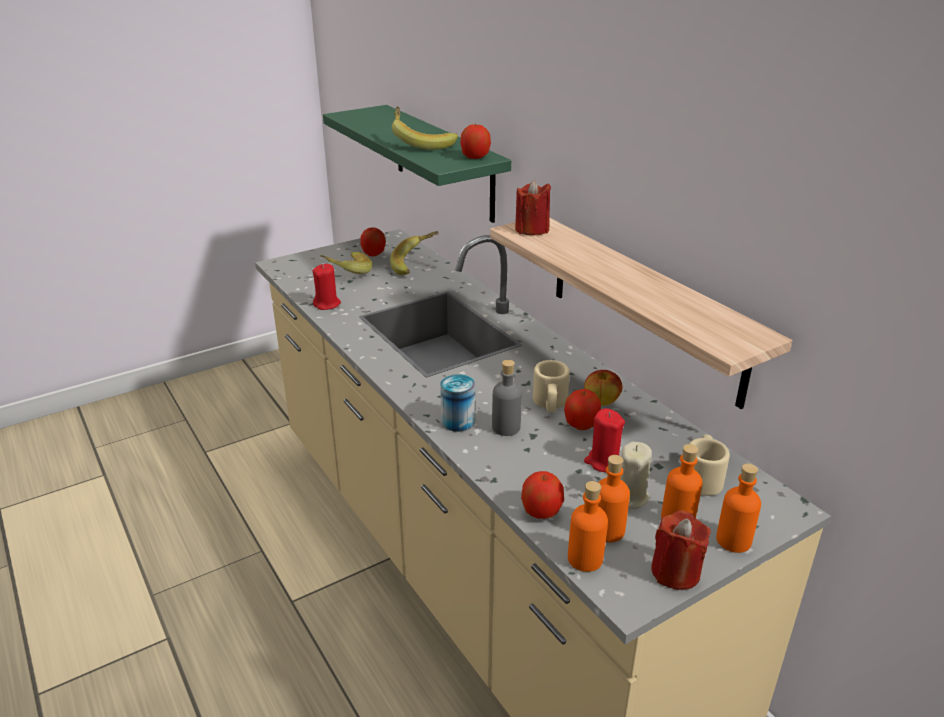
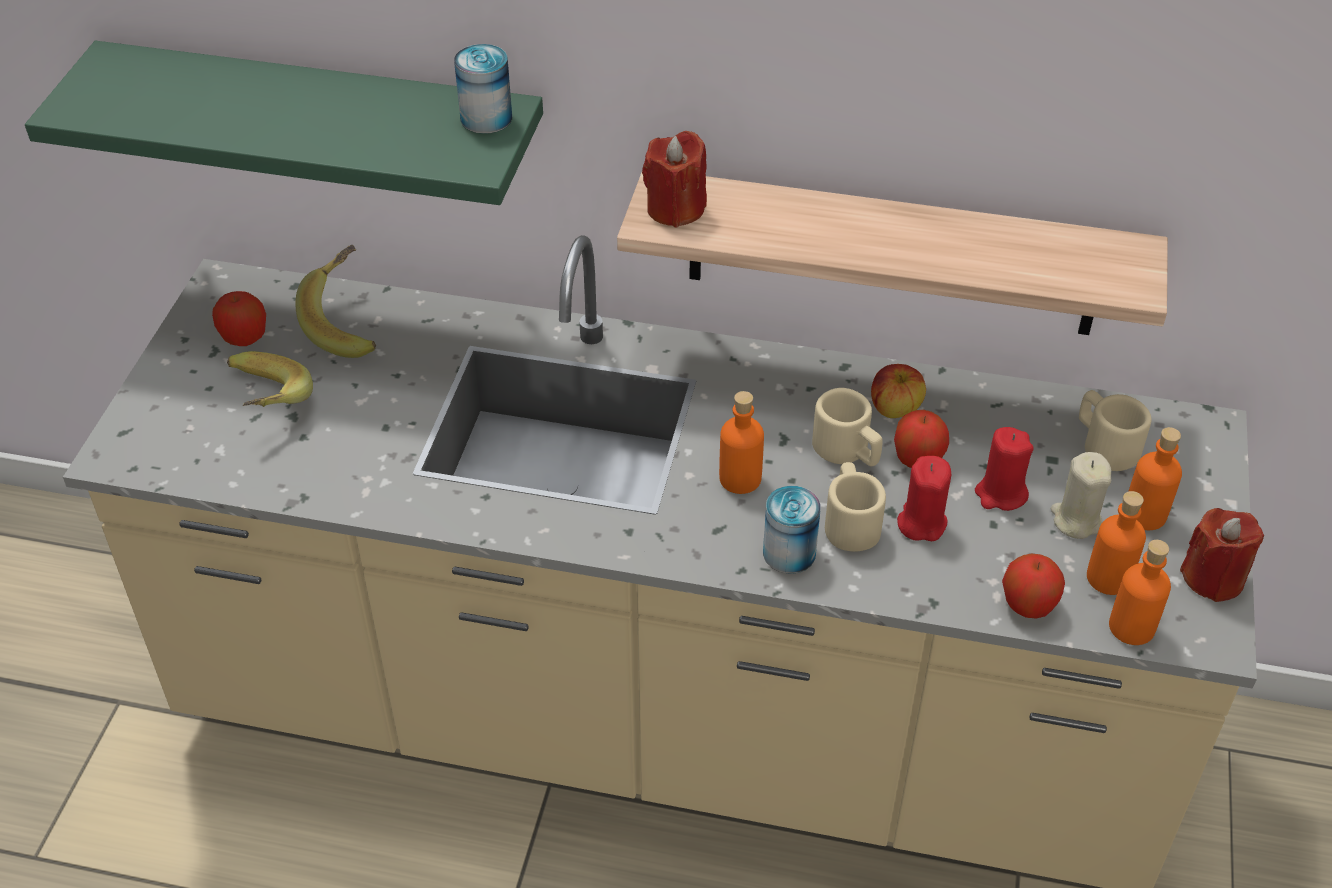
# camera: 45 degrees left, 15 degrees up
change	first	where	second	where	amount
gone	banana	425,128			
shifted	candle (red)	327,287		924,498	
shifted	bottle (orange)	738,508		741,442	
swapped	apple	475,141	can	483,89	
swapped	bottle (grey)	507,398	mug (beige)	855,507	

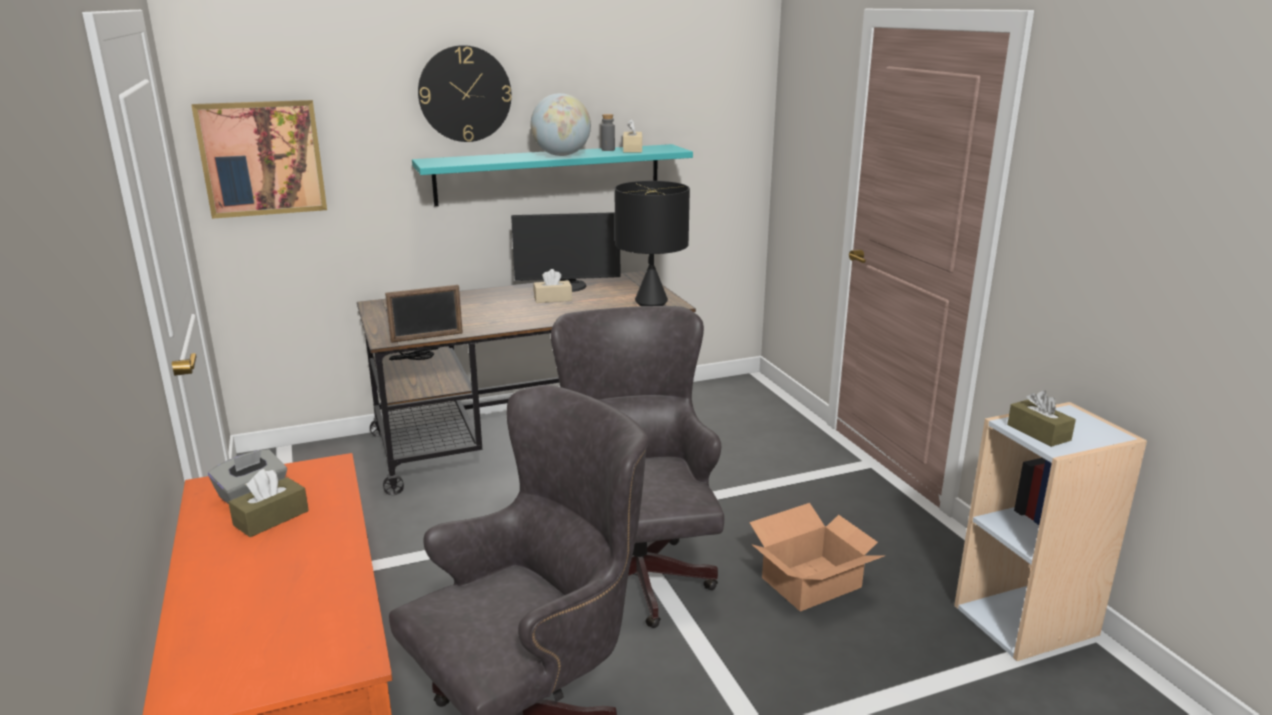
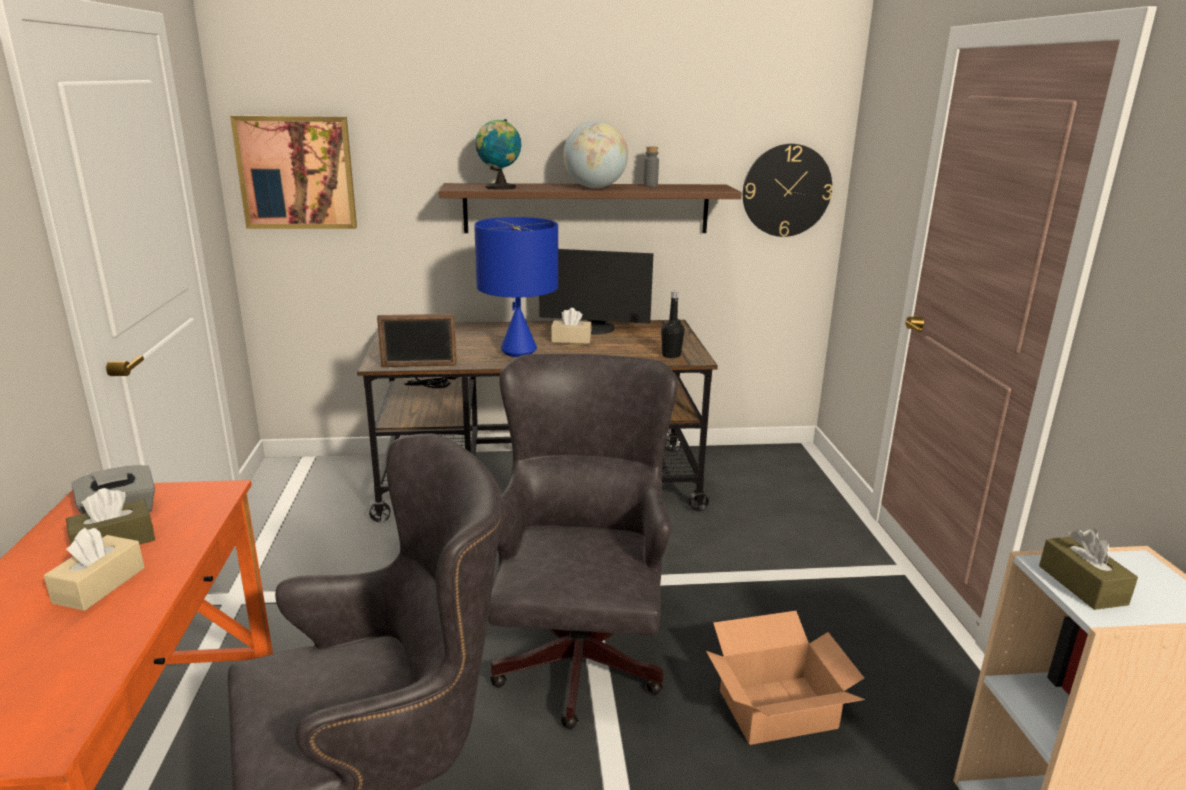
# camera: 15 degrees right, 0 degrees up
change	first	where	second	where	amount
new			table lamp (blue)	516,287	
new			globe	498,154	
shifted	wall clock	465,93		787,190	
shifted	tissue box (beige)	632,135		94,569	
swapped	table lamp (black)	652,243	bottle (black)	672,324	
repainted	shelf (turquoise)	552,175	shelf (brown)	590,208	

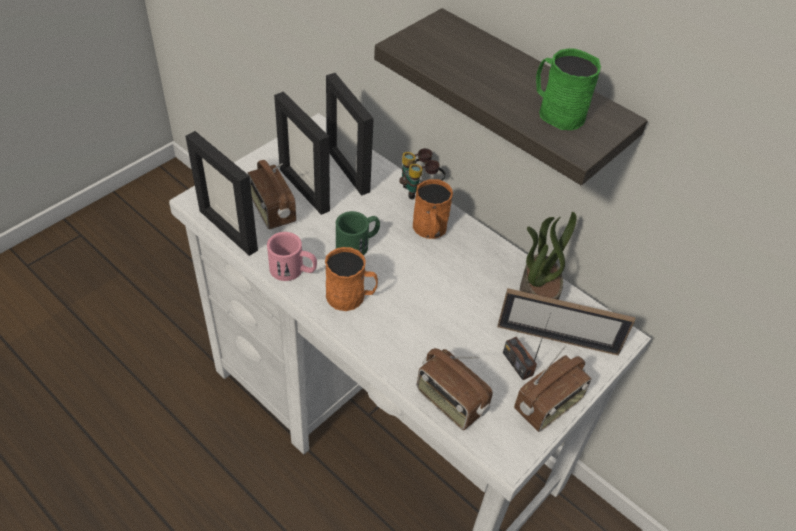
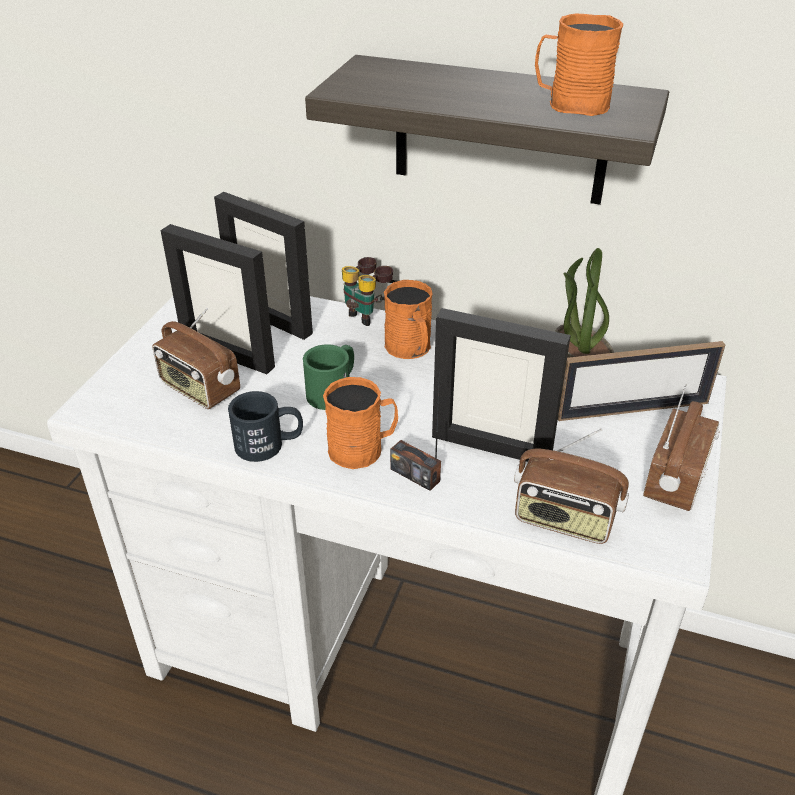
# camera: 20 degrees left, 10 degrees down
change	first	where	second	where	amount
shifted	picture frame	222,193		501,385	
shifted	radio	526,349		415,438	
repainted	mug (pink)	292,256	mug (black)	265,426	
repainted	mug (green)	568,89	mug (orange)	579,65	

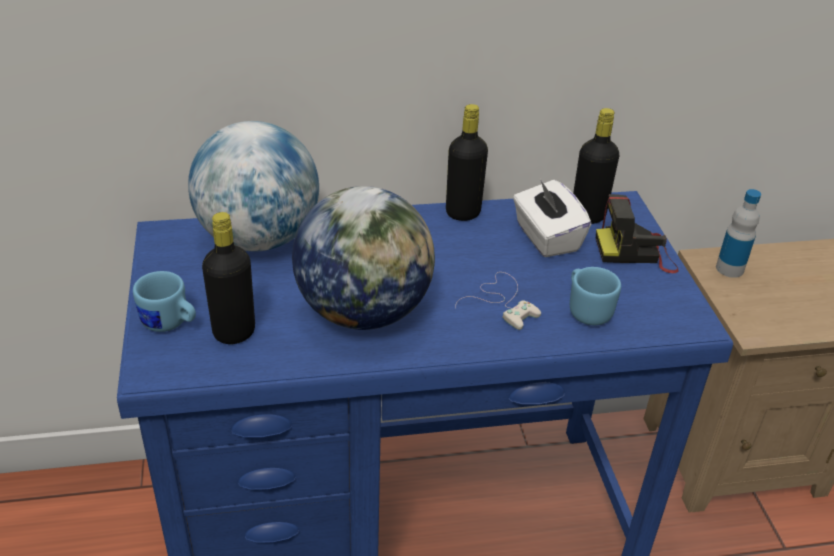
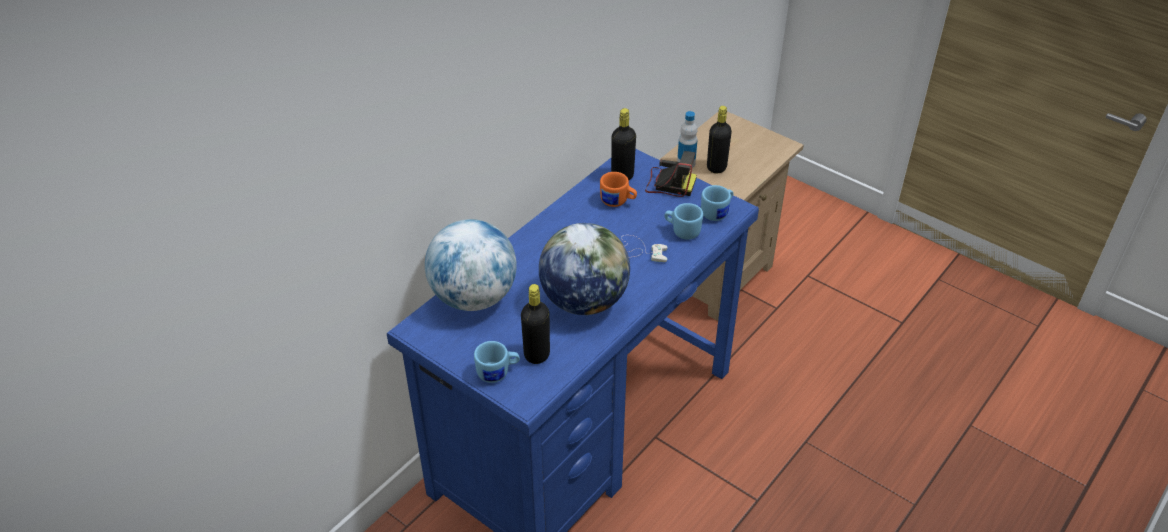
# camera: 40 degrees left, 5 degrees up
change	first	where	second	where	amount
new			mug (blue)	717,203	
shifted	bottle (black)	467,162		719,139	
swapped	tissue box (white)	552,218	mug (orange)	618,189	
rotated	photo camera	637,233		671,174	120 degrees counterclockwise

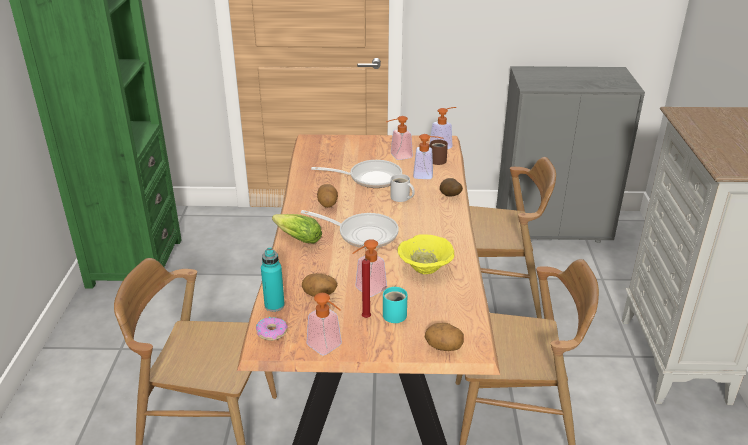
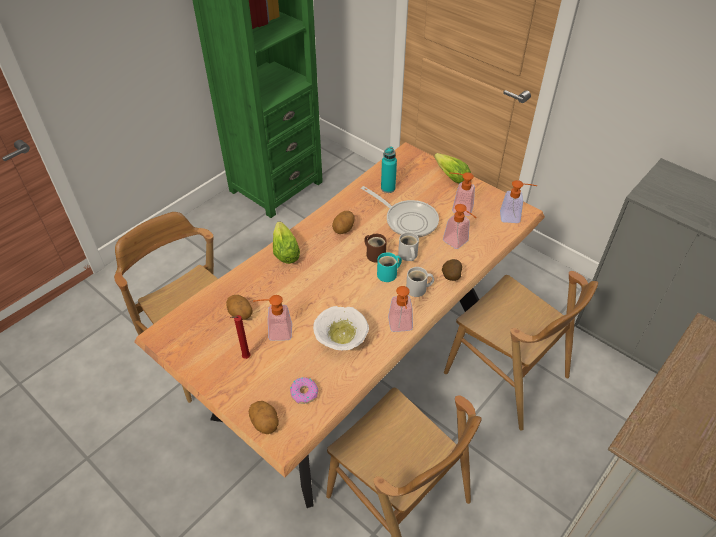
# camera: 40 degrees right, 15 degrees up
change	first	where	second	where	amount
gone	frying pan	350,229			
new			mug (white)	420,282	
new			lettuce	452,168	
shifted	donut	272,329		304,390	
shifted	bottle (turquoise)	273,280		389,169	
shifted	soap dispenser	324,324		400,309	
shifted	mug (turquoise)	395,305		389,267	
shifted	mug (brown)	438,152		375,248	
repainted	bowl (yellow)	426,254	bowl (white)	341,328	

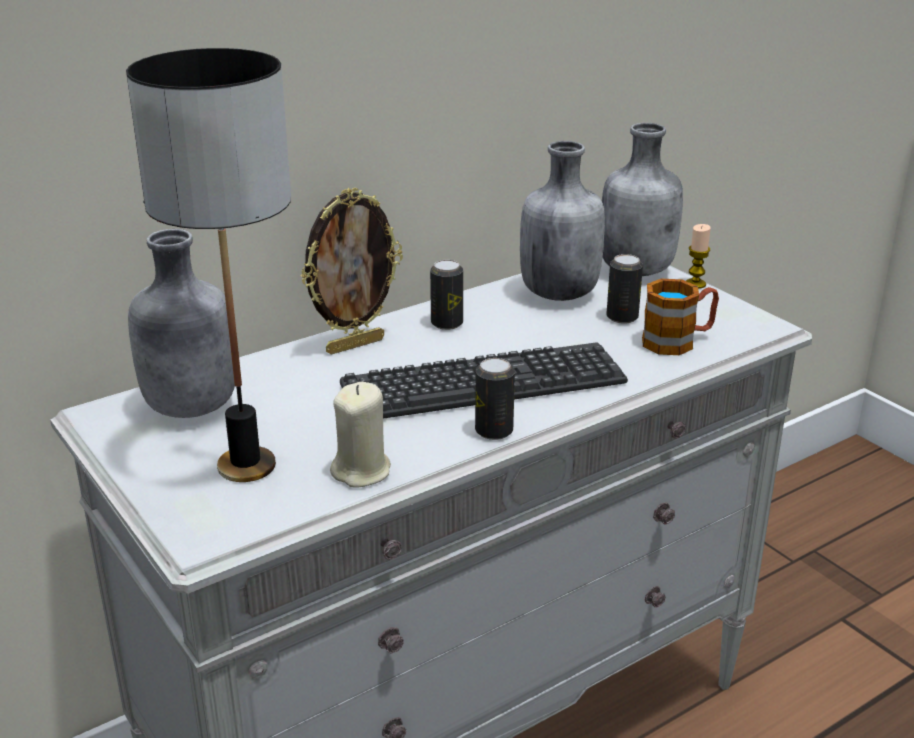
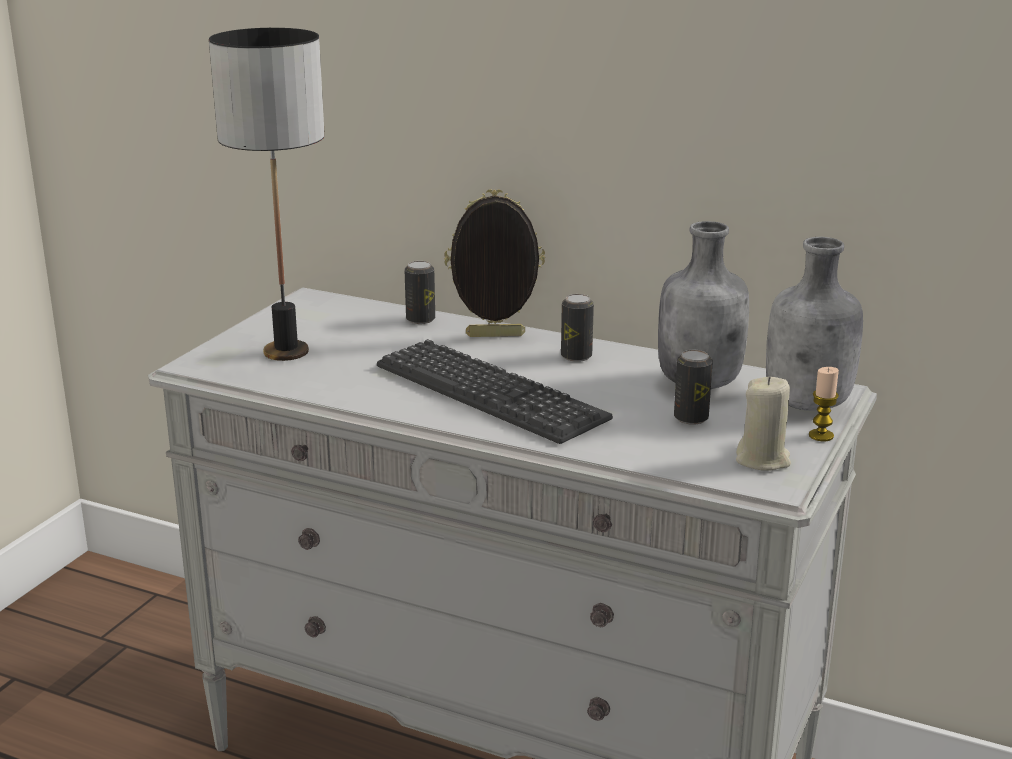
# camera: 60 degrees right, 5 degrees down
change	first	where	second	where	amount
gone	bottle (grey)	181,323			
gone	mug	680,317			
shifted	candle (beige)	360,435		763,423	
shifted	can	495,399		419,292	
rotated	picture frame	352,271		494,263	150 degrees clockwise

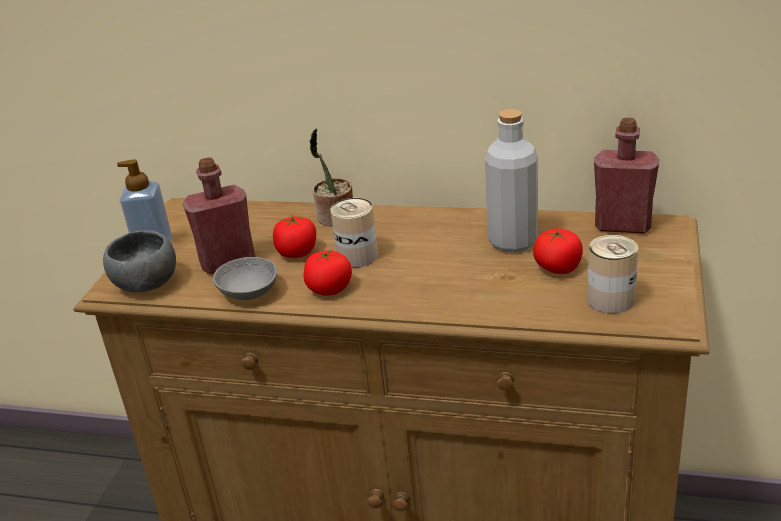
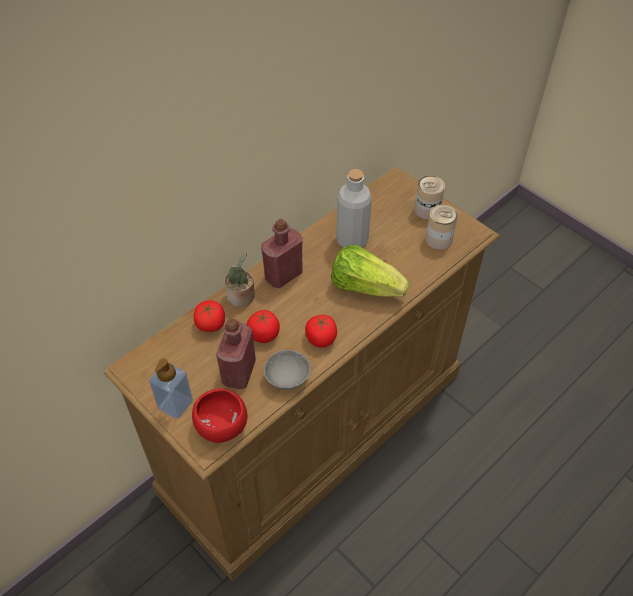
# camera: 60 degrees left, 20 degrees up
change	first	where	second	where	amount
new			lettuce	370,271	
shifted	can	354,232		429,197	
shifted	tomato	558,251		209,316	
shifted	bottle (red)	626,176		282,253	
repainted	bowl (grey)	139,261	bowl (red)	219,416	

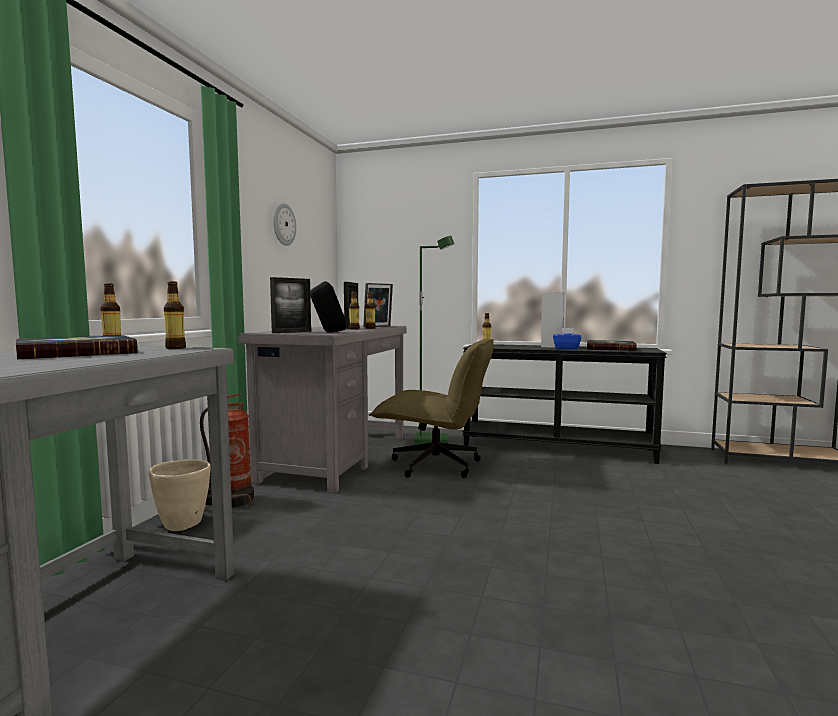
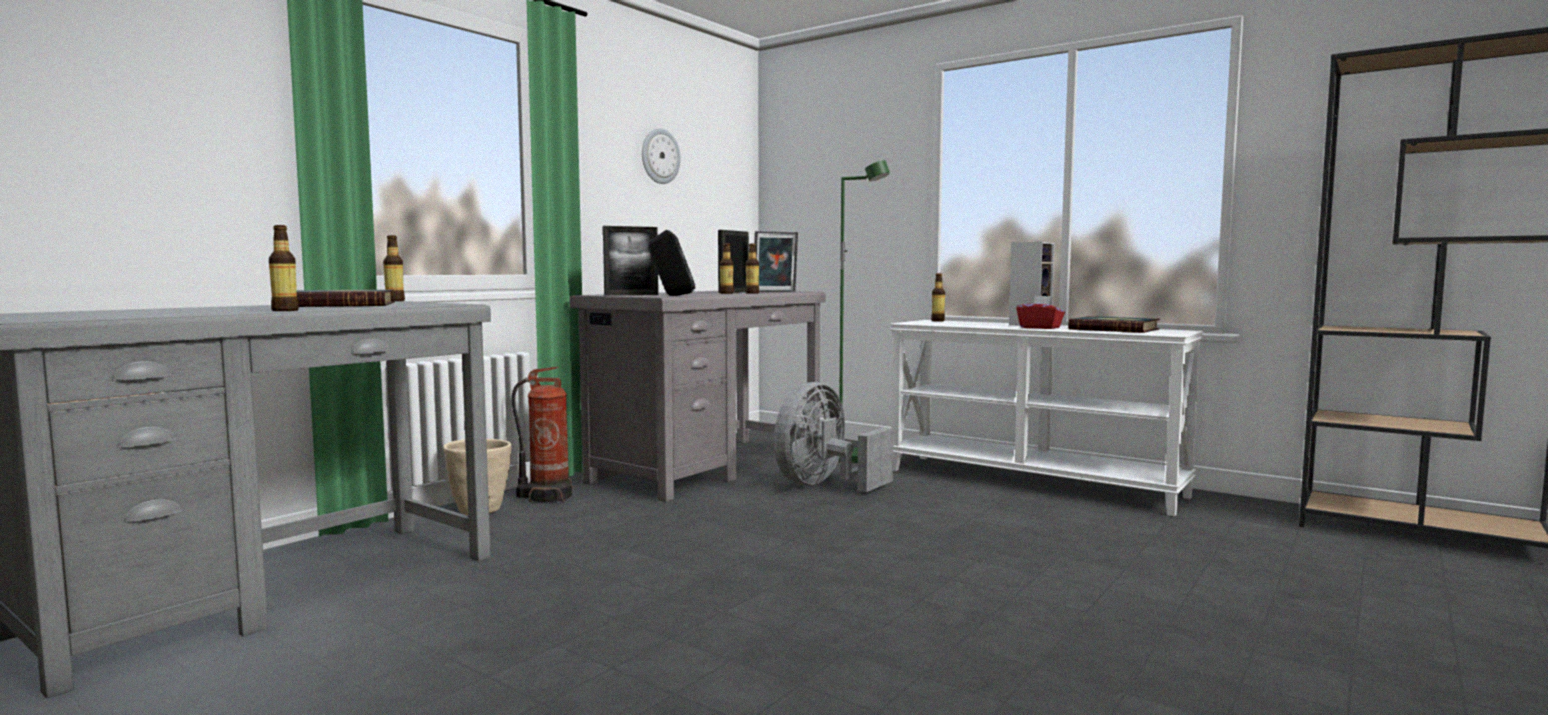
# camera: 20 degrees right, 0 degrees up
change	first	where	second	where	amount
shifted	bottle	175,315		284,268	
swapped	office chair (beige)	431,408	fan (grey)	833,437	
repainted	console table (black)	564,404	console table (white)	1046,418	
repainted	tissue box (blue)	567,339	tissue box (red)	1040,312	

